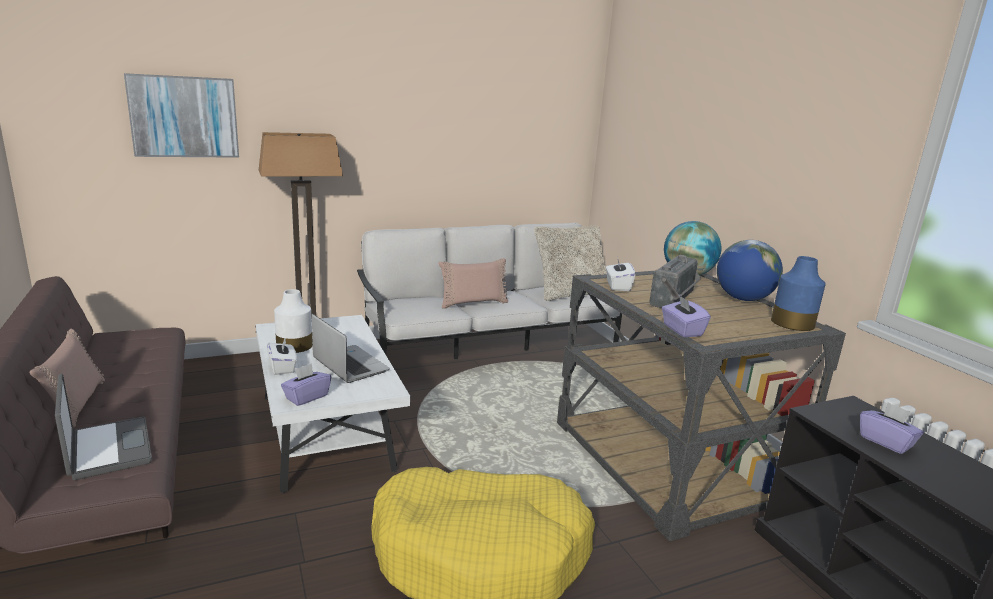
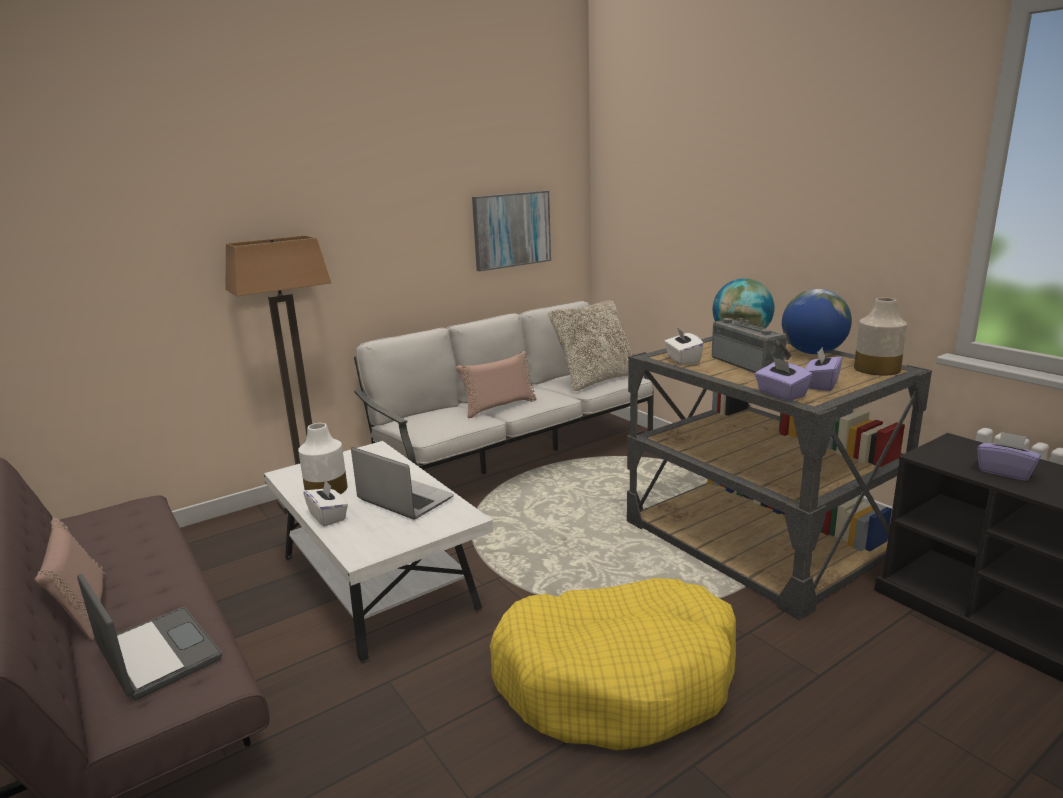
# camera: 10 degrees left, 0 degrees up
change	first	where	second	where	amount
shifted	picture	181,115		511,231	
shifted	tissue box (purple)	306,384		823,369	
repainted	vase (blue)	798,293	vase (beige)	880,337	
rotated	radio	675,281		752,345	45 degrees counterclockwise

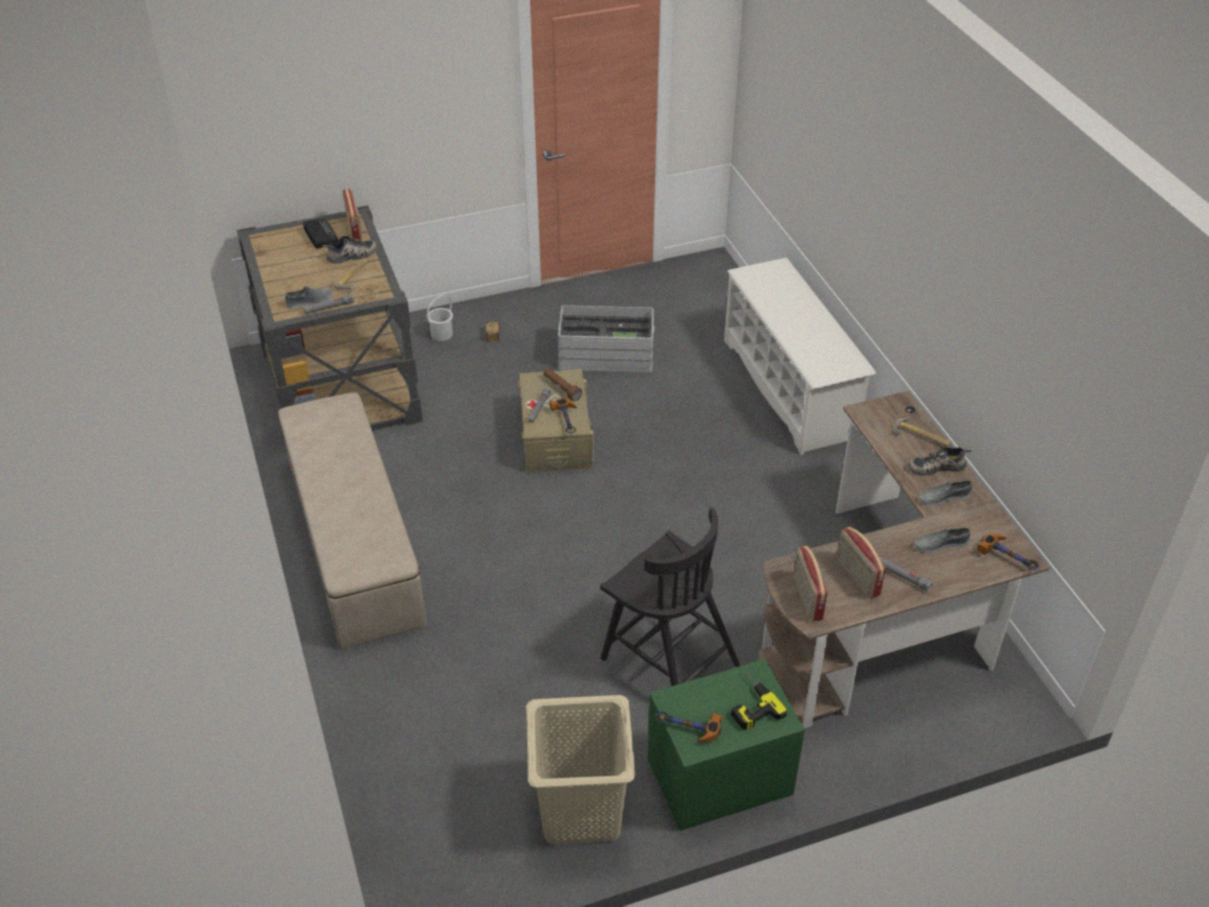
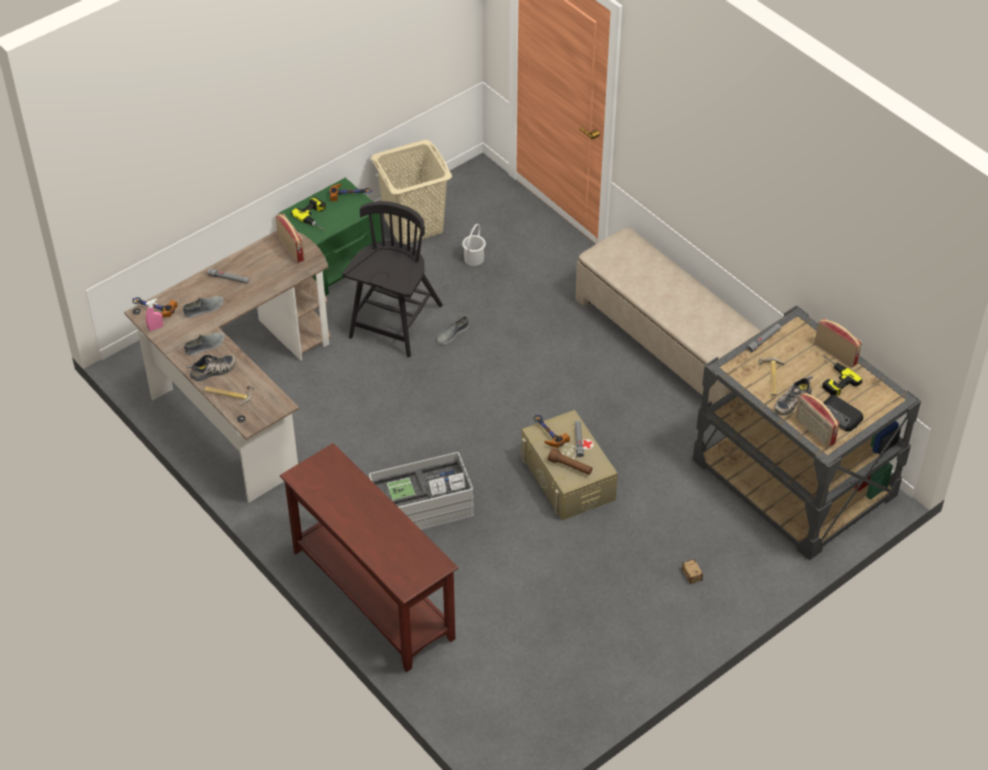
# camera: 160 degrees right, 5 degrees up
change	first	where	second	where	amount
new			spray bottle (pink)	154,315	
new			power drill	842,375	
shifted	shoe (grey)	309,297		453,330	
shifted	bucket (white)	440,318		474,245	
shifted	storage box (grey)	606,339		421,491	
shifted	radio	861,563		838,343	
swapped	shoe rack (white)	800,356	console table (brown)	369,557	
rotated	chair (black)	670,596		392,279	90 degrees clockwise

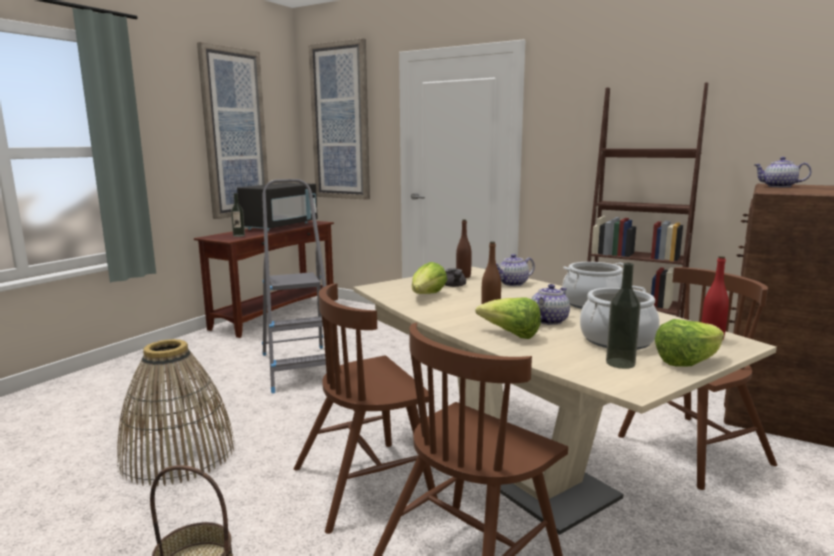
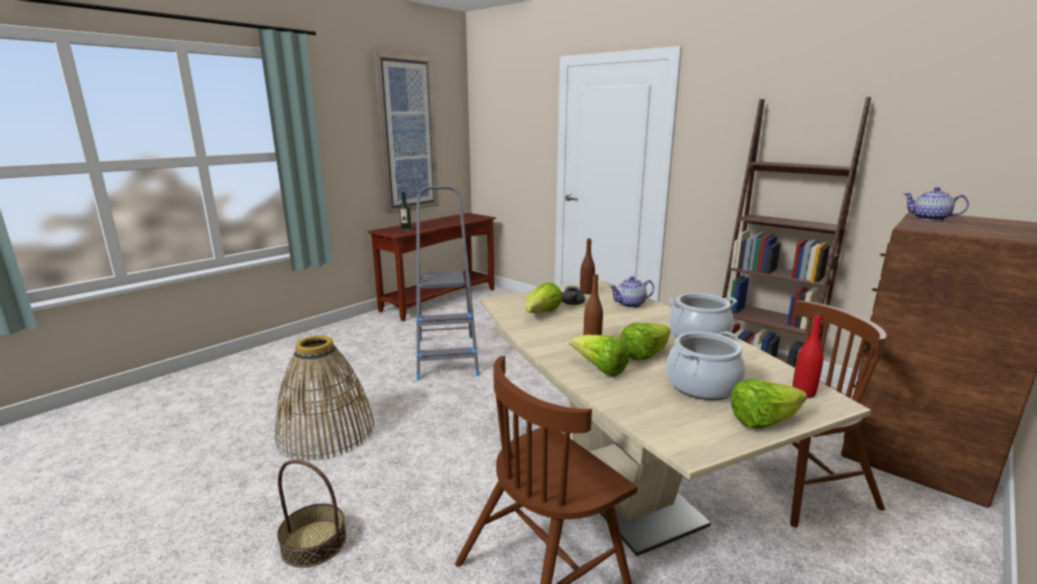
# camera: 10 degrees right, 5 degrees up
change	first	where	second	where	amount
gone	microwave (black)	277,207			
gone	chair (brown)	366,409			
gone	picture	339,119			
gone	bottle	623,316			
swapped	teapot	551,304	lettuce	645,341	

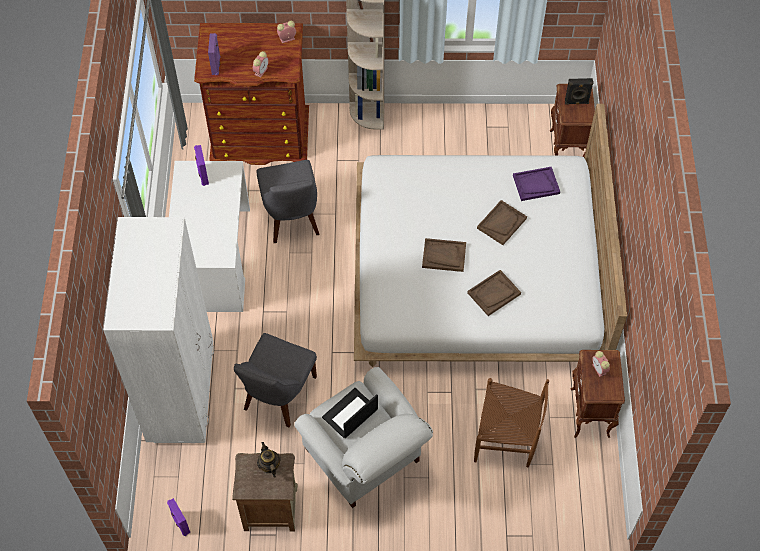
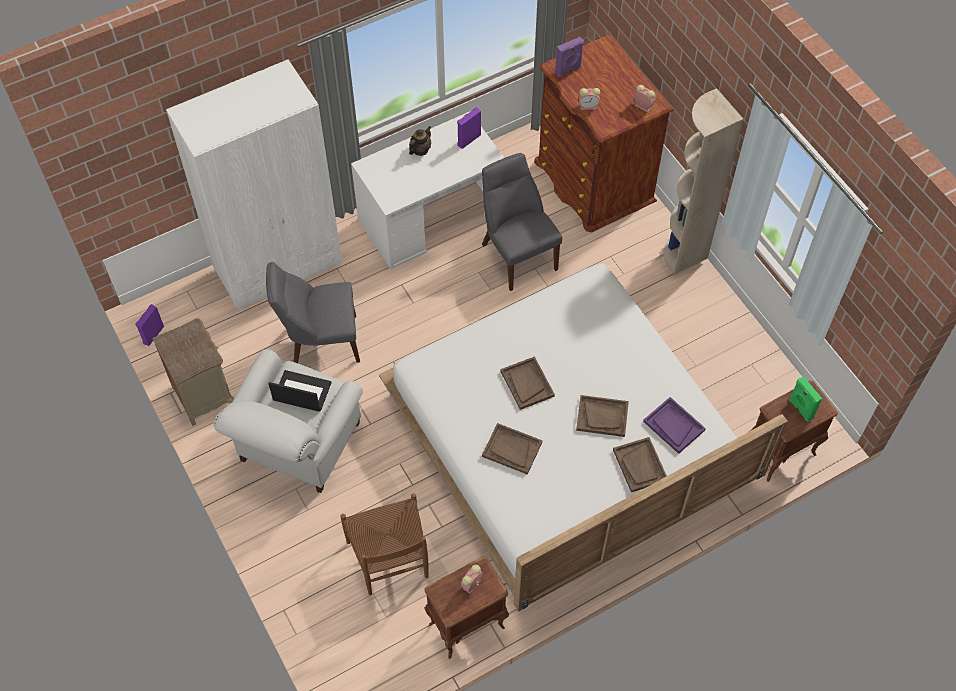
# camera: 60 degrees right, 0 degrees up
change	first	where	second	where	amount
new			tray (brown)	640,464	
shifted	teapot	269,460		420,141	
repainted	speaker (black)	579,91	speaker (green)	806,399	
rotated	chair (grey)	288,201		522,222	105 degrees clockwise

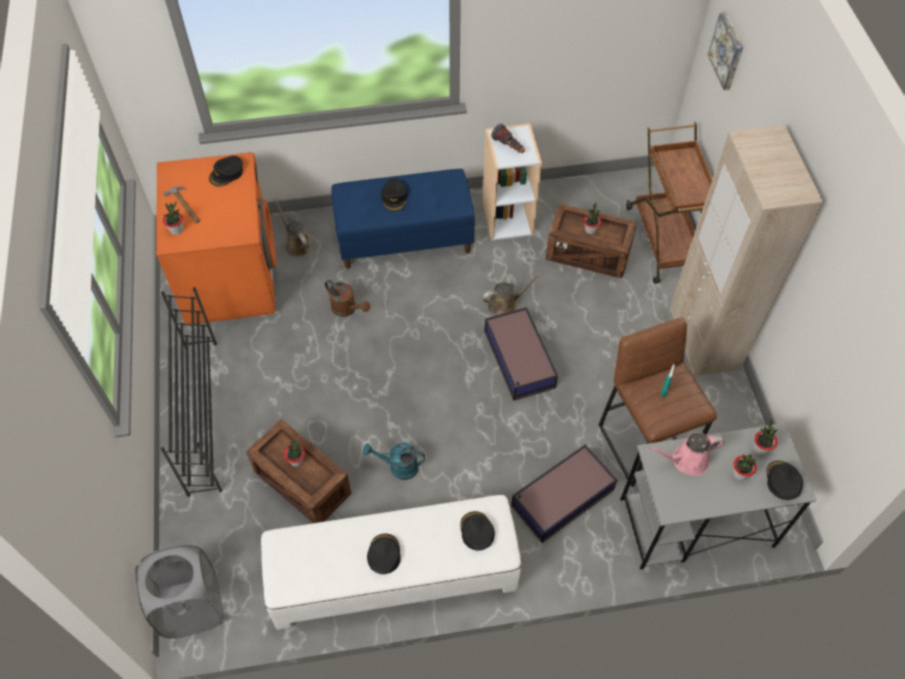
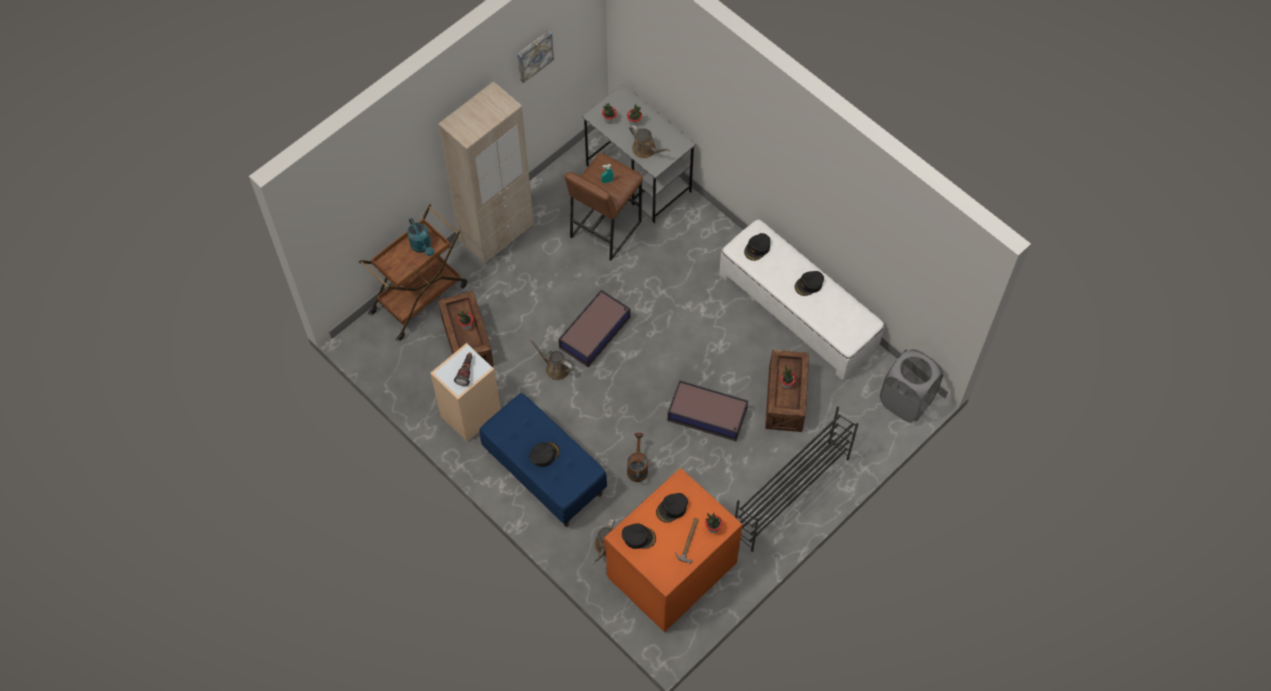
# camera: 125 degrees left, 5 degrees up
change	first	where	second	where	amount
shifted	watering can (turquoise)	394,461		420,237	
shifted	storage box	564,494		708,410	
shifted	picture	725,51		535,56	
shifted	cap (black)	785,480		672,508	
repainted	watering can (pink)	687,454	watering can (brown)	649,142	

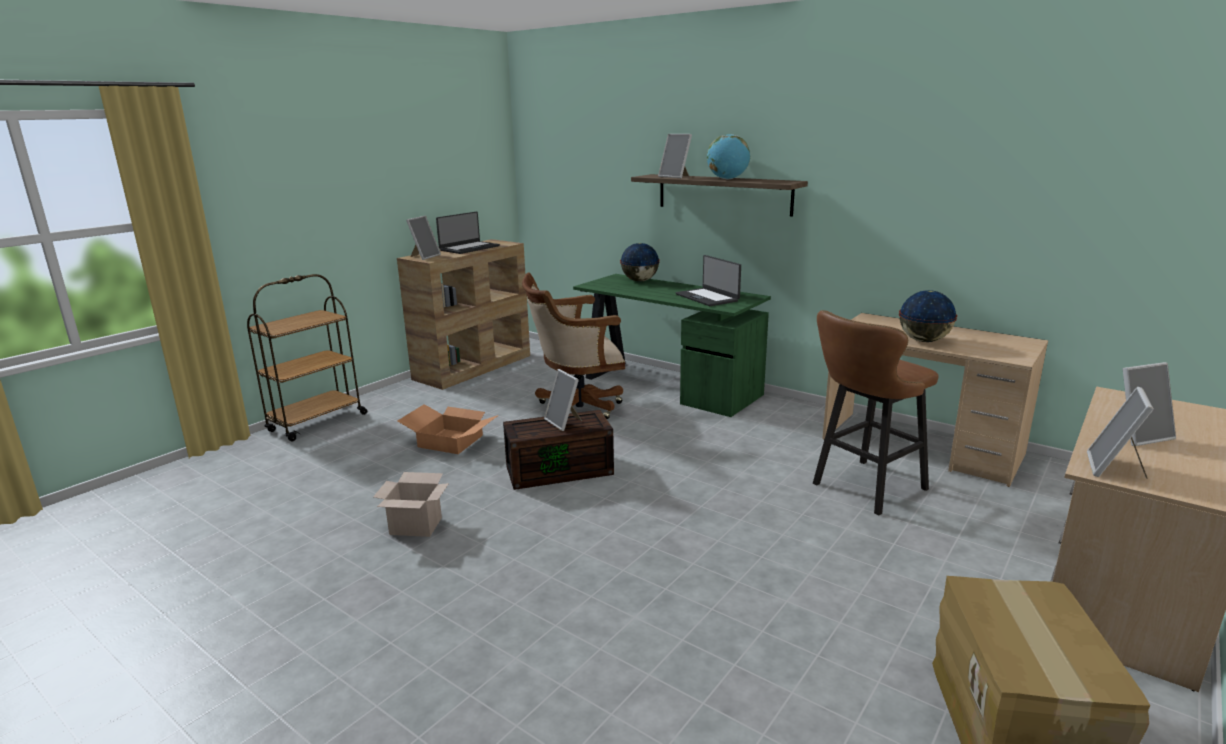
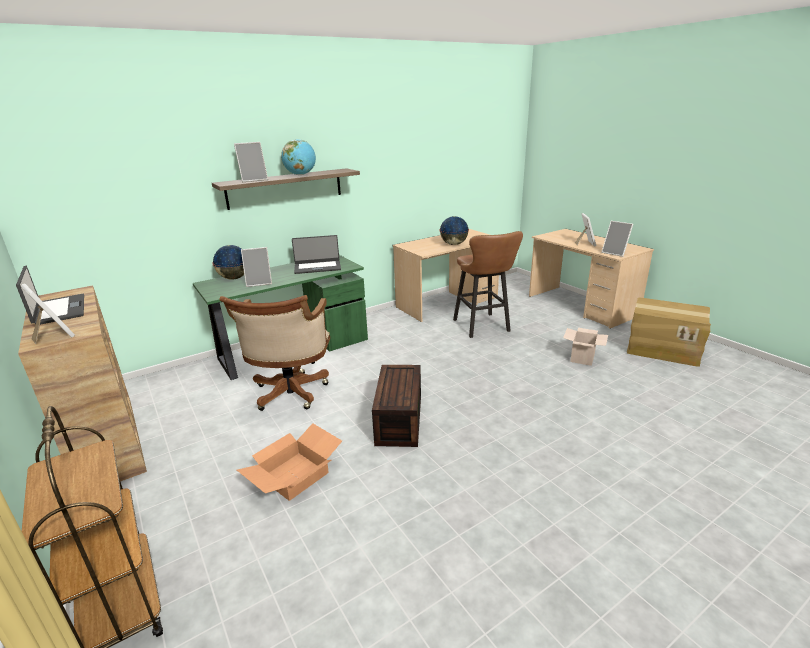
# camera: 70 degrees left, 5 degrees up
change	first	where	second	where	amount
shifted	cardboard box	411,504		585,347	
shifted	picture frame	563,400		256,267	

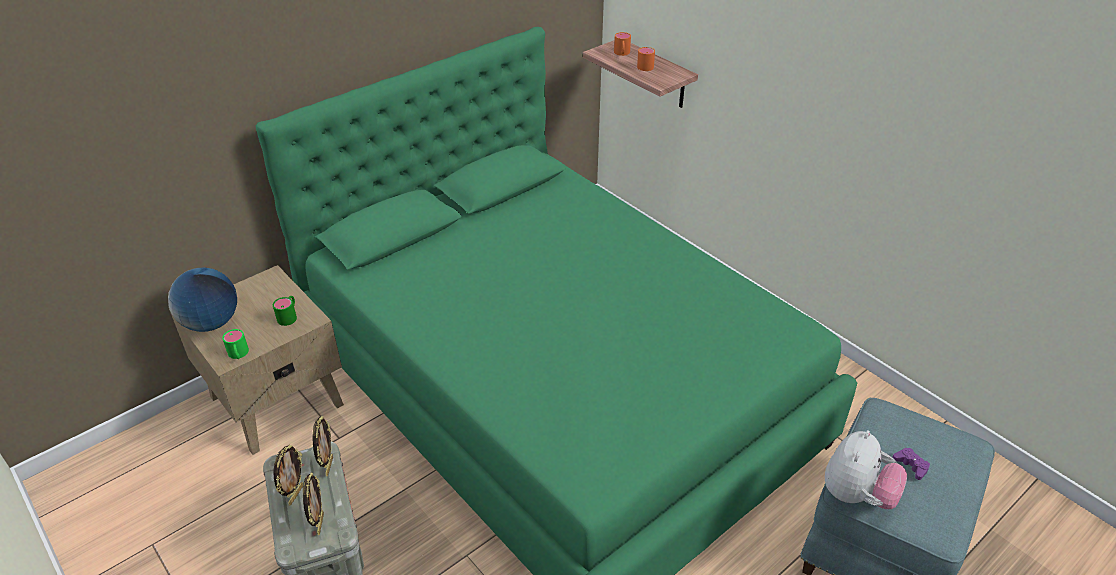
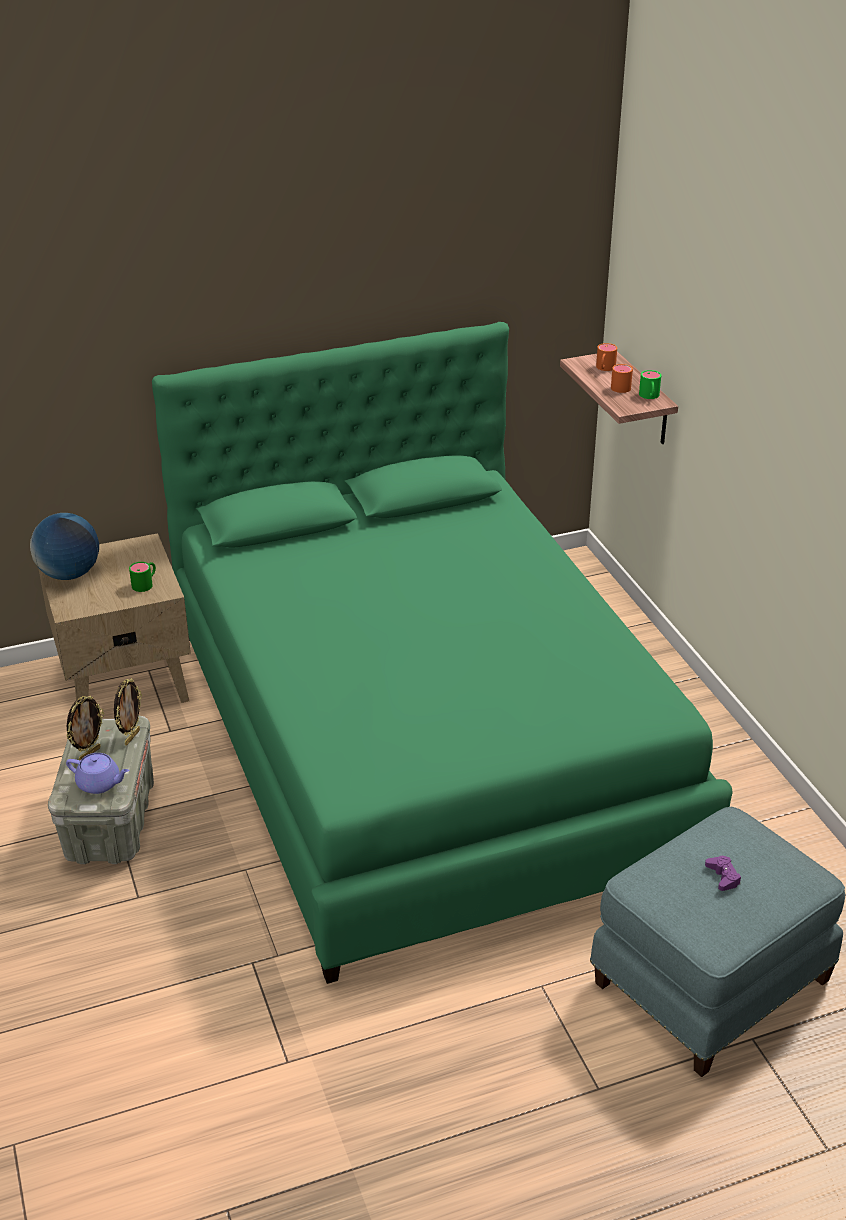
# camera: 20 degrees right, 5 degrees down
change	first	where	second	where	amount
gone	plush toy	866,469			
shifted	mug (green)	235,344		650,384	
swapped	picture frame	313,504	teapot (purple)	98,773	

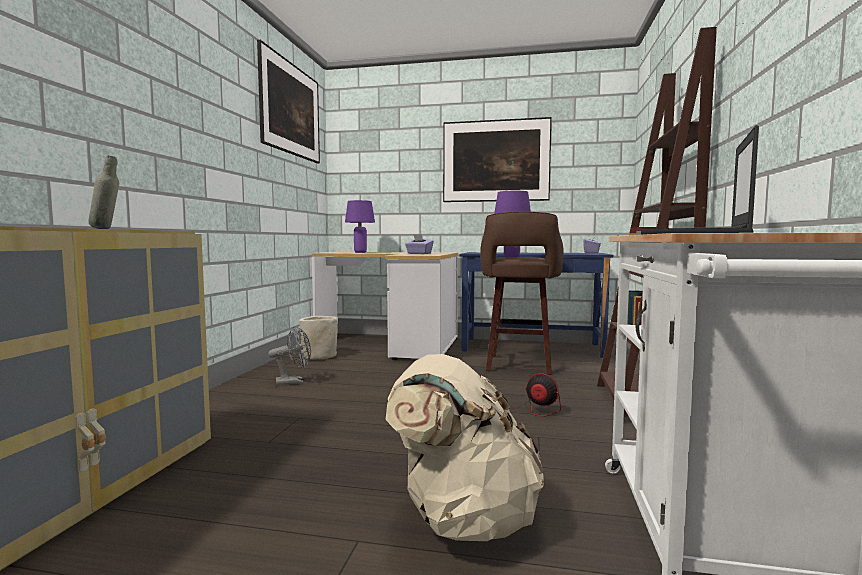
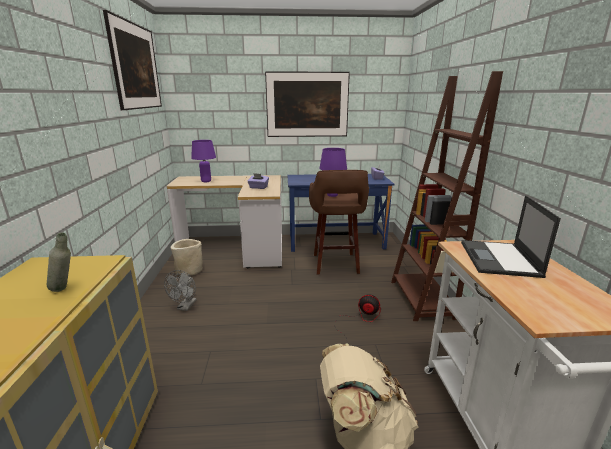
# camera: 15 degrees left, 15 degrees up
change	first	where	second	where	amount
rotated	fan (grey)	289,355		180,290	135 degrees clockwise

